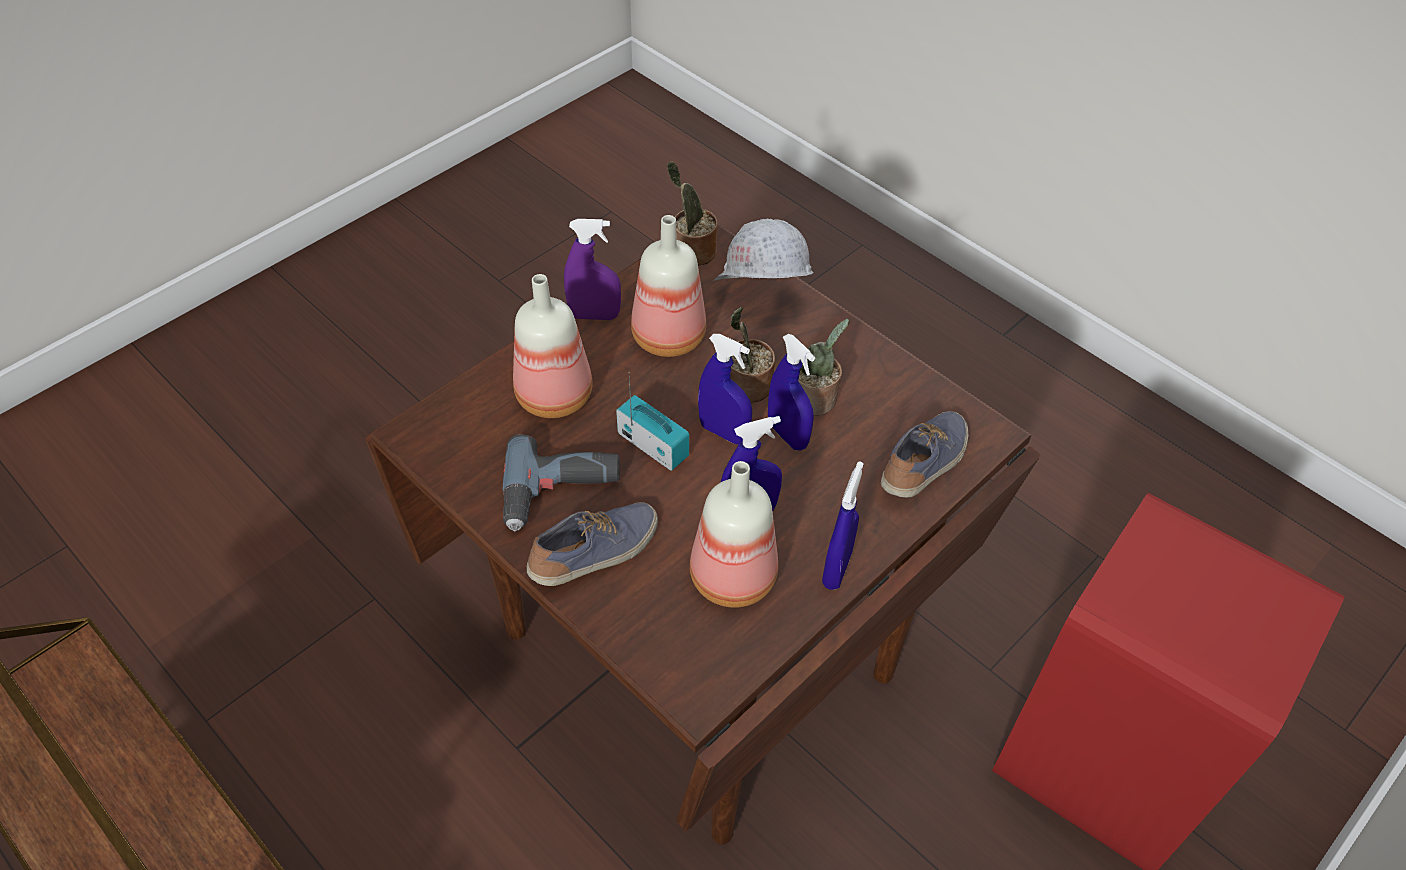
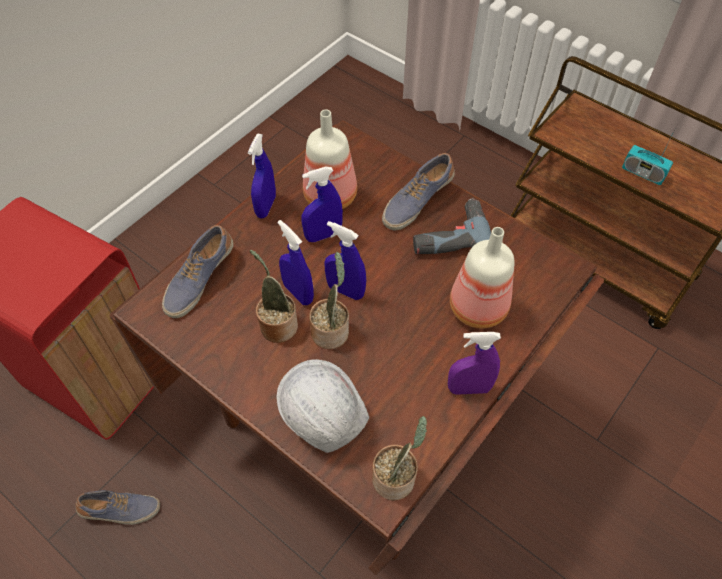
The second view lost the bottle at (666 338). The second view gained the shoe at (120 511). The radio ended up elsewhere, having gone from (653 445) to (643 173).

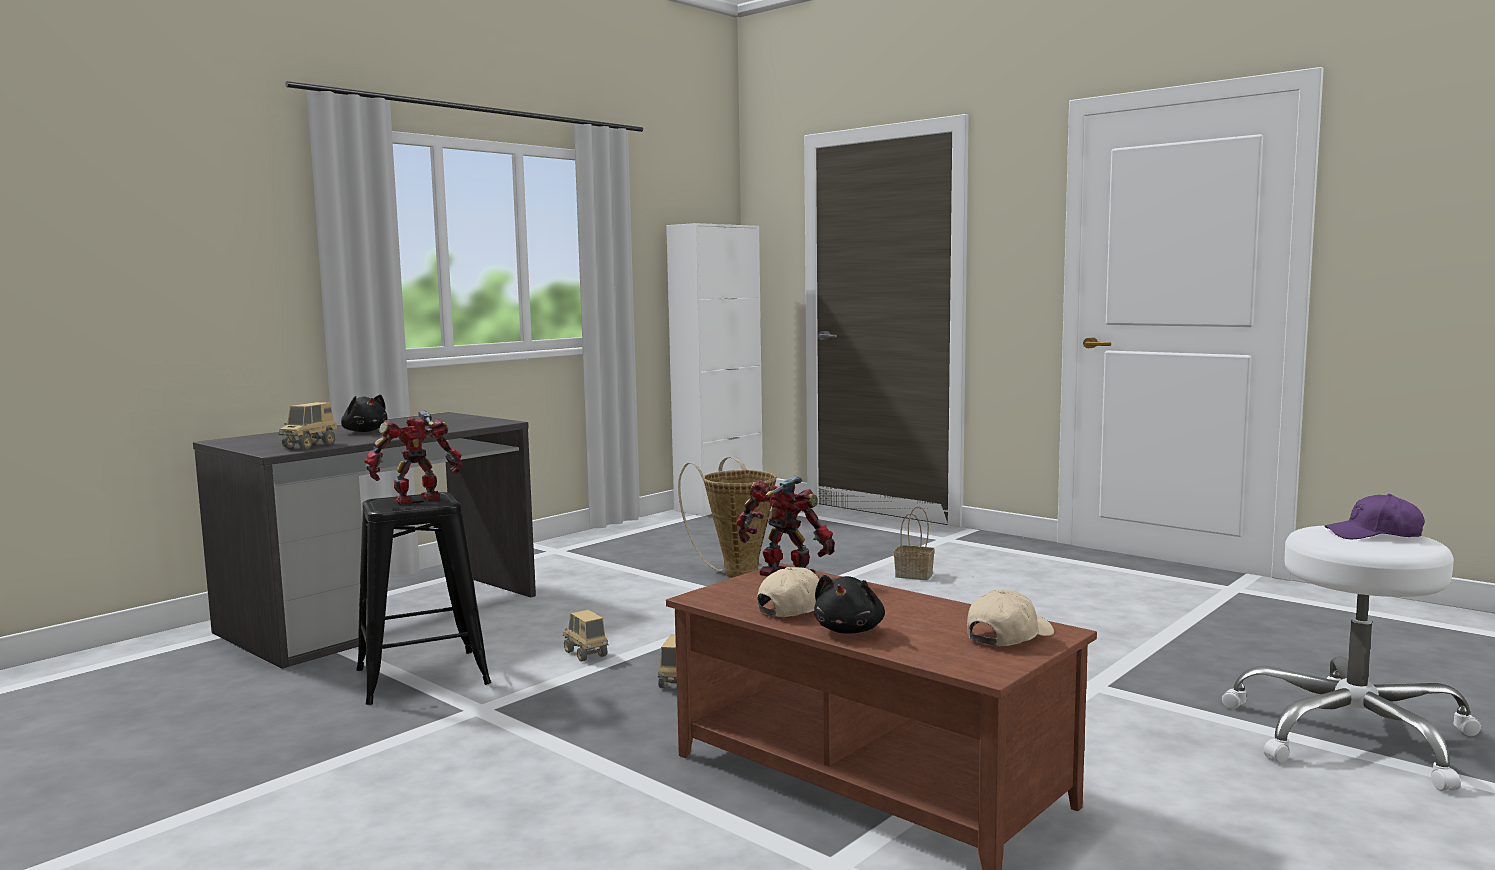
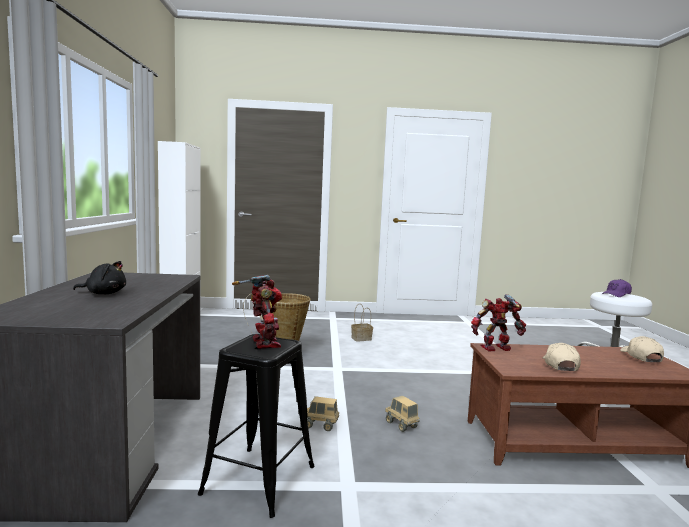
The second view lost the toy truck at (309 446). The second view lost the black plush toy at (850 630). The toy robot at (418 500) ended up facing another way, 150 degrees clockwise from before.

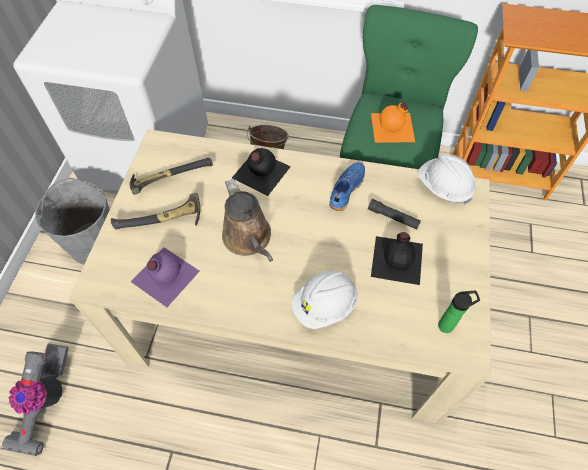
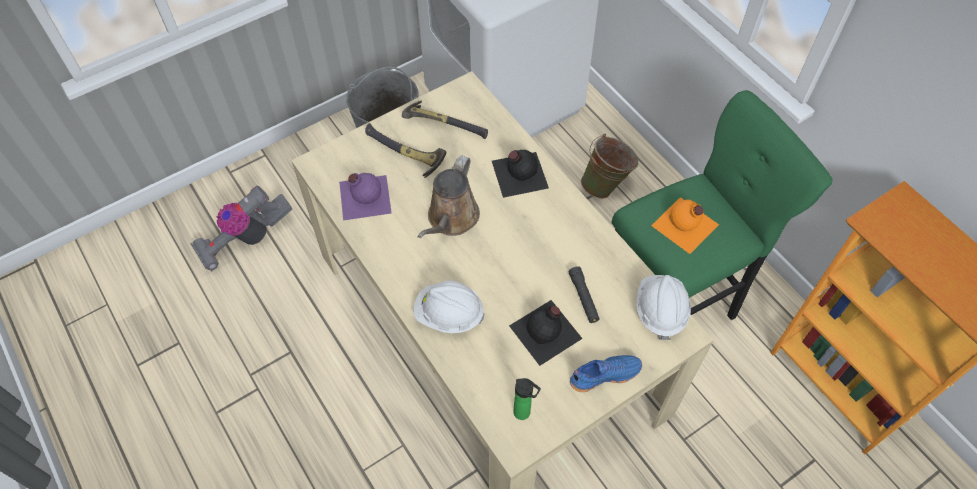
The blue shoe ended up elsewhere, having gone from (345 189) to (604 374).

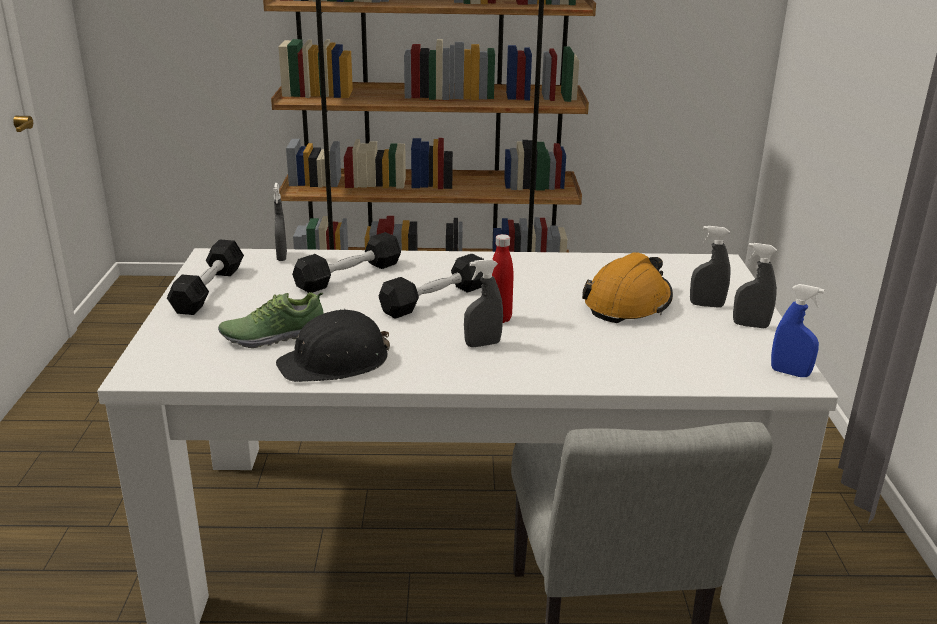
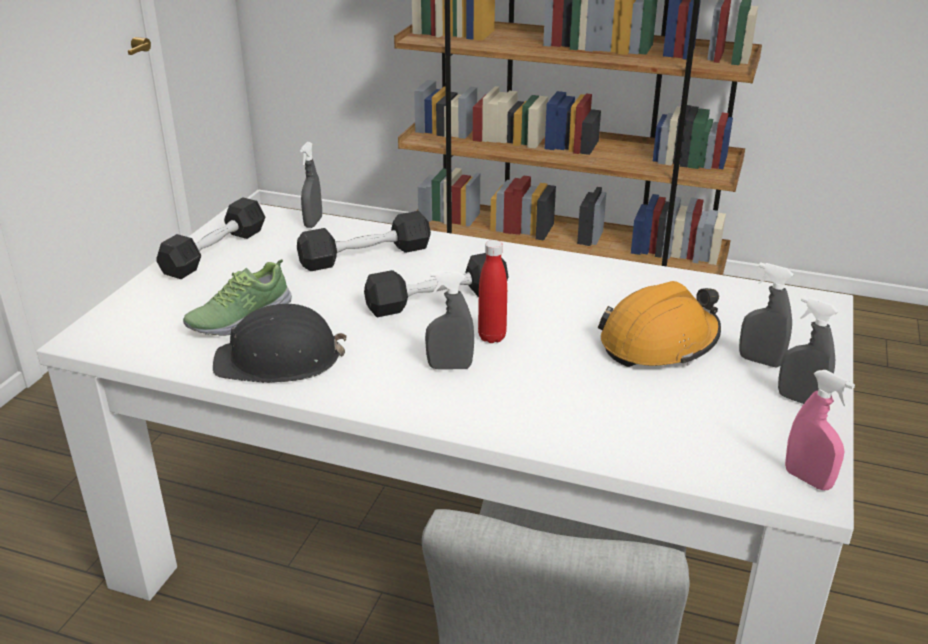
What was the blue spray bottle at (790 373) turned into the pink spray bottle at (807 479). The shoe at (273 336) ended up facing another way, 45 degrees counterclockwise from before.

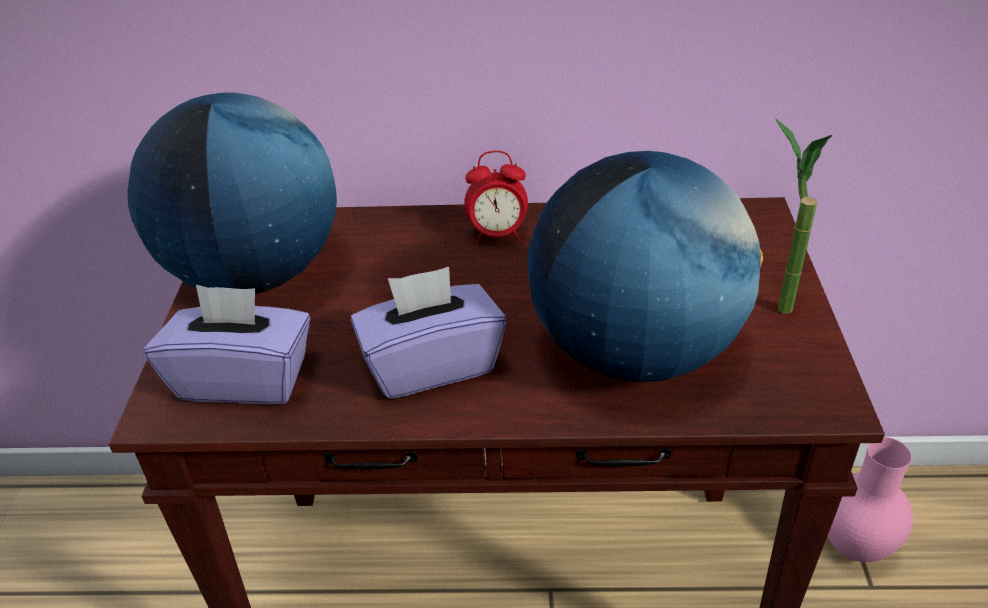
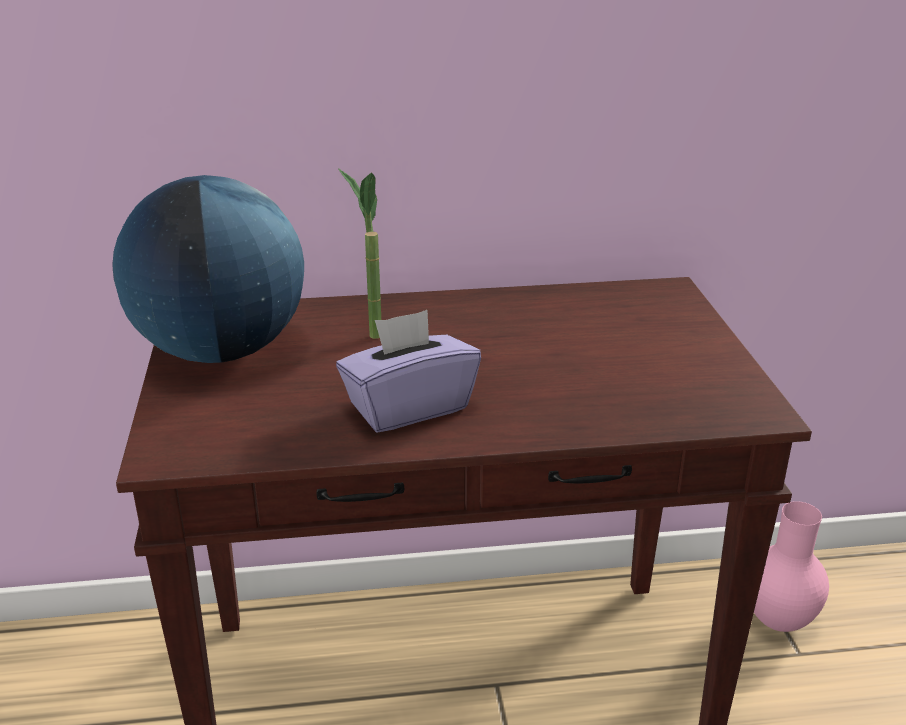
The second view lost the purple tissue box at (244 378). The second view lost the alarm clock at (497 235). The second view lost the globe at (634 351). The potted plant ended up elsewhere, having gone from (774 300) to (369 330).

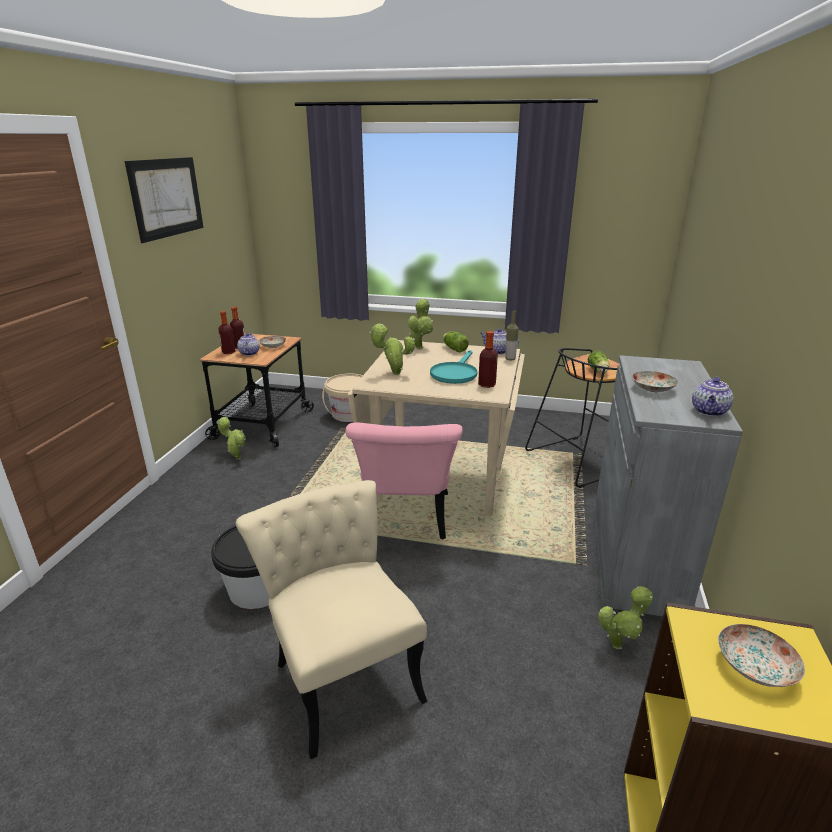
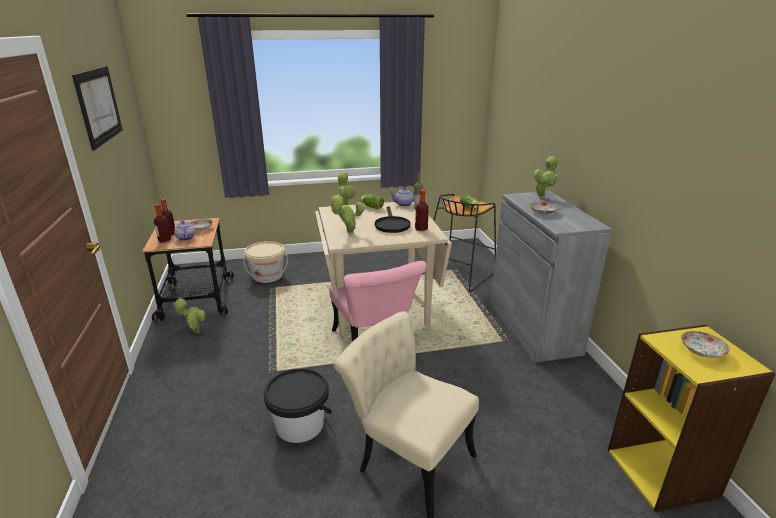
The second view lost the teapot at (709 411). The potted plant ended up elsewhere, having gone from (619 644) to (542 197). What was the turquoise frying pan at (455 373) turned into the black frying pan at (391 225).

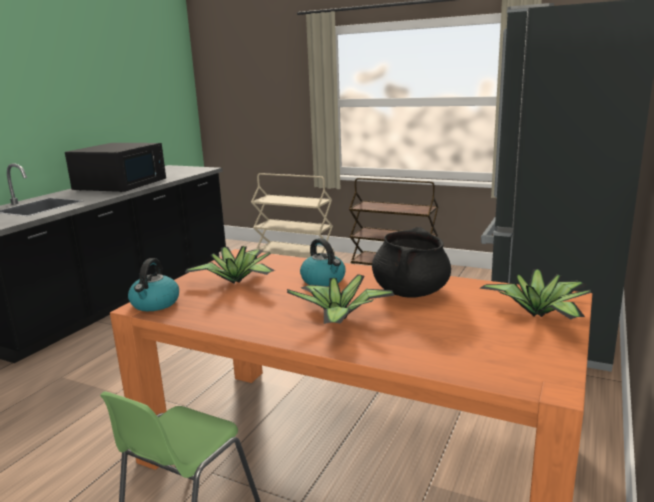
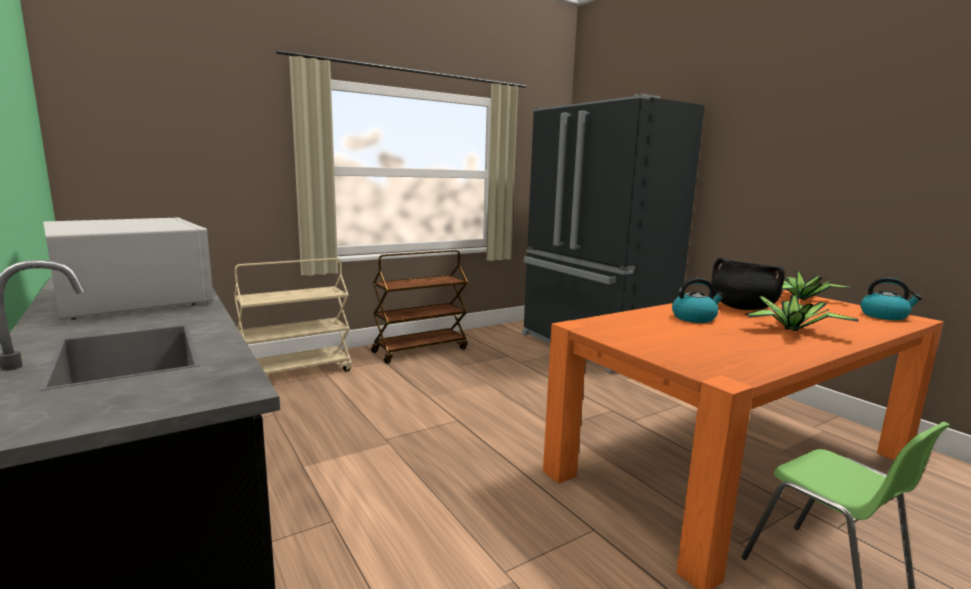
The second view lost the potted plant at (237 281). The kettle ended up elsewhere, having gone from (155 304) to (884 316). What was the black microwave at (121 185) turned into the white microwave at (133 298).

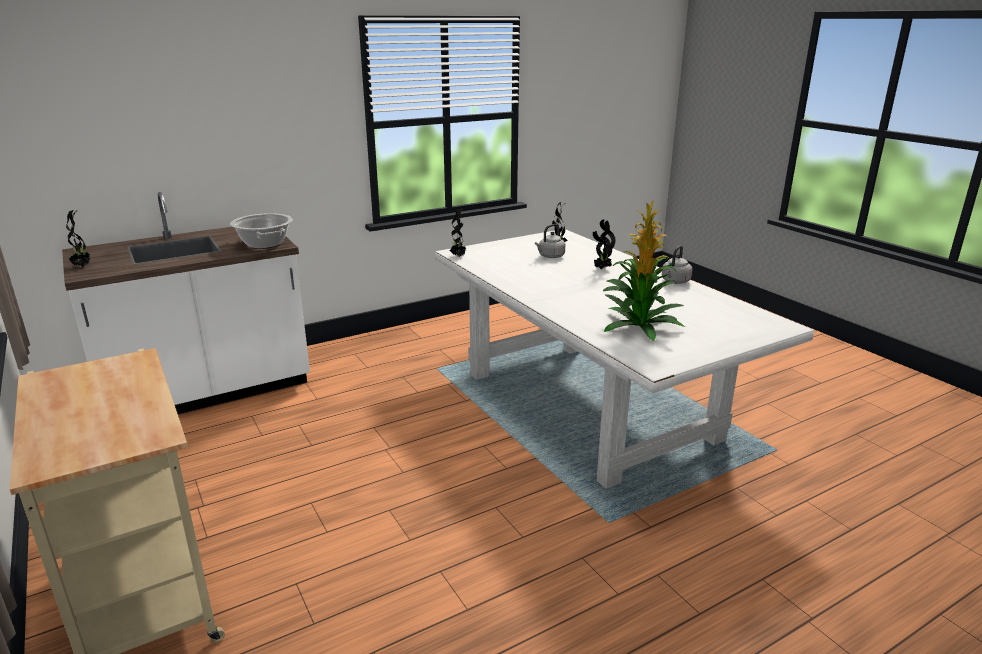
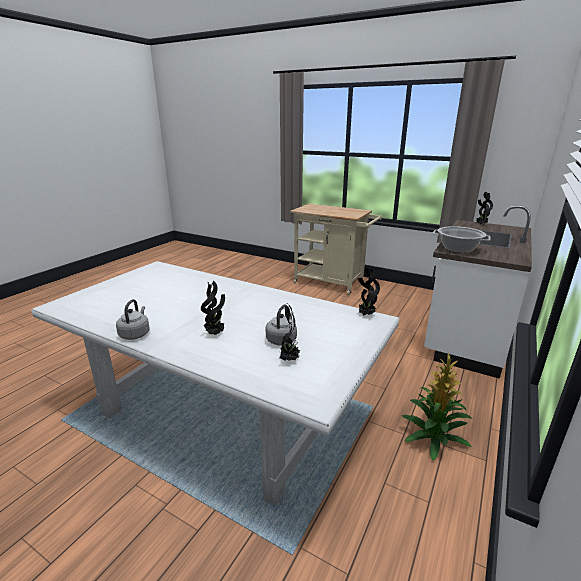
The potted plant ended up elsewhere, having gone from (639 326) to (432 436).

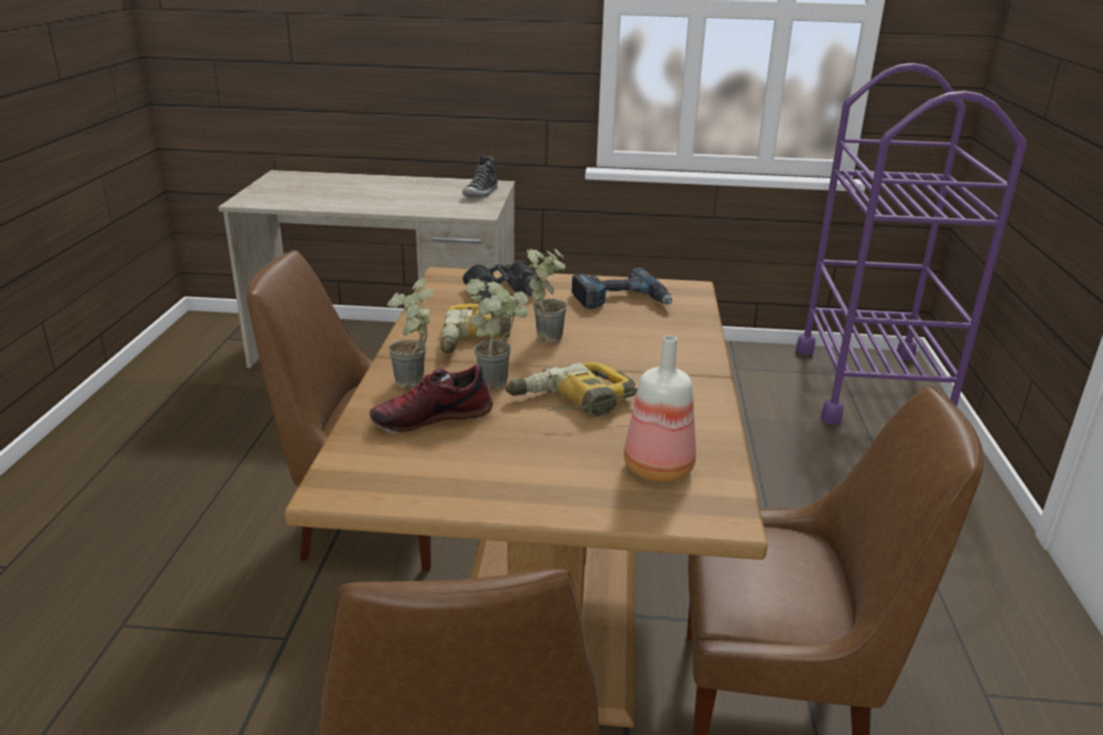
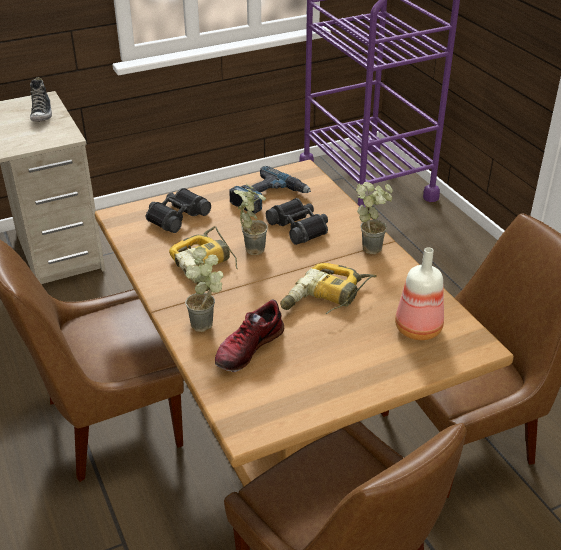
The second view gained the black binoculars at (299 227). The potted plant ended up elsewhere, having gone from (499 380) to (372 245).

